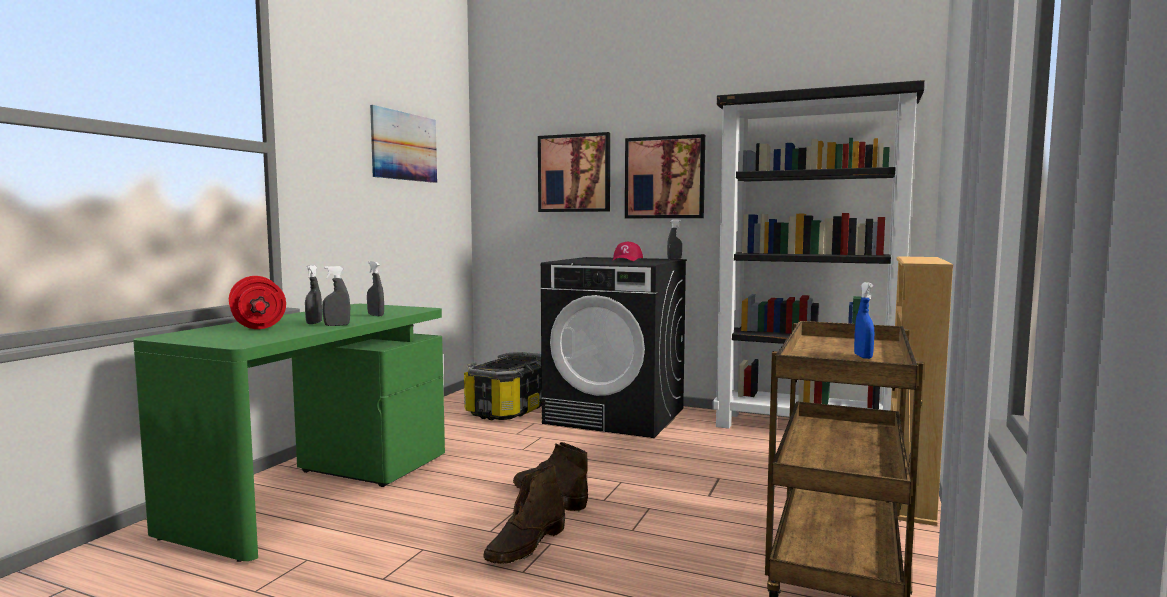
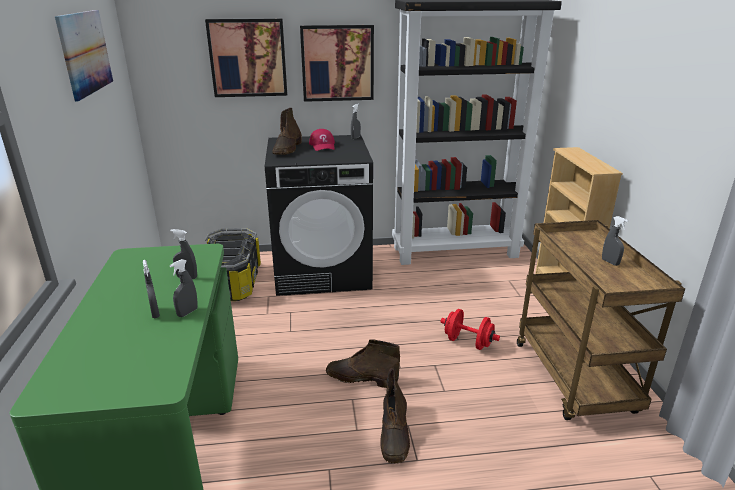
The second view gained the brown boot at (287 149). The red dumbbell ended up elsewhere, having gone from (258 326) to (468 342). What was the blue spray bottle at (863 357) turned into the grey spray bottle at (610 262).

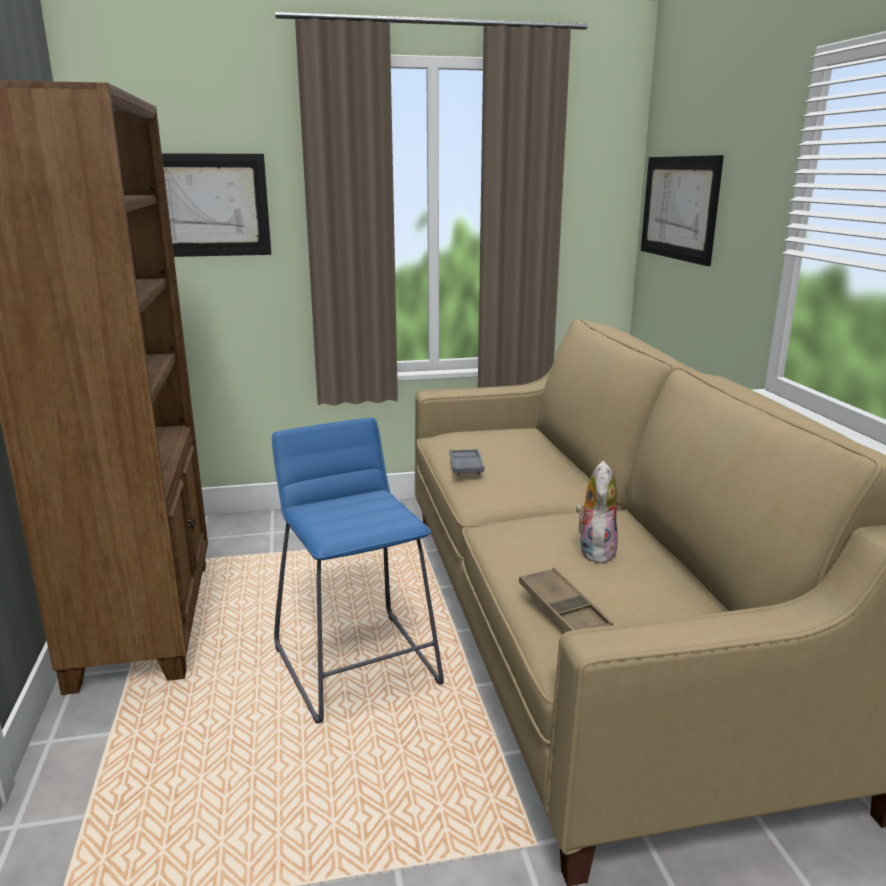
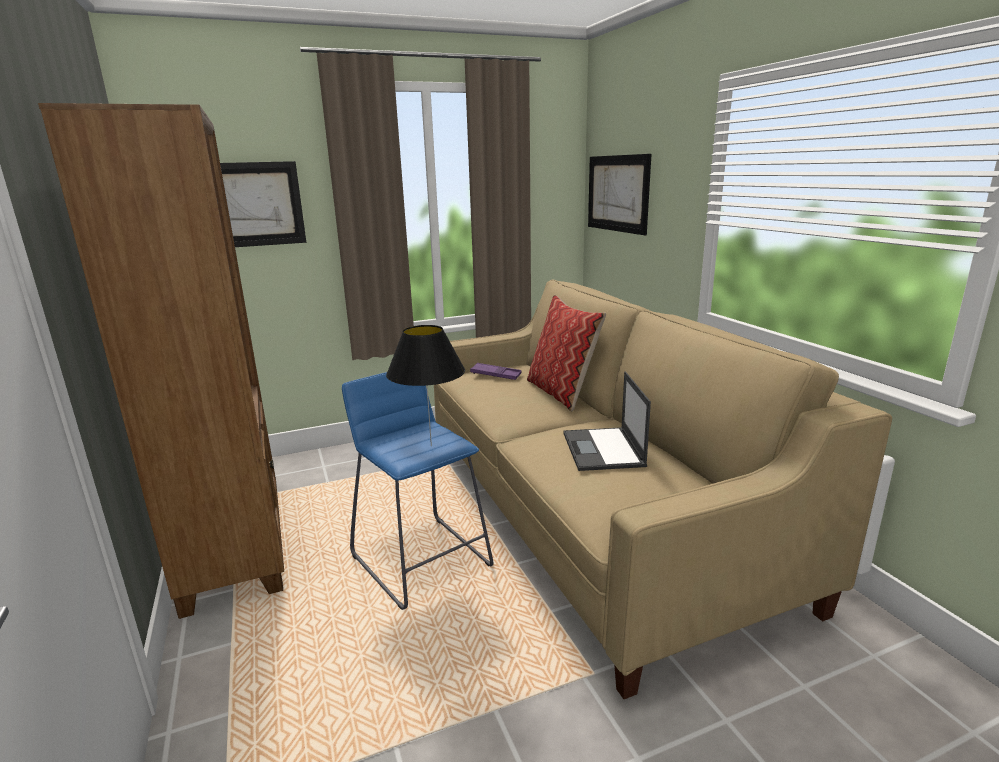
The second view lost the grey tray at (466 466). The second view lost the brown tray at (563 610). The second view gained the black table lamp at (430 446). The second view gained the purple tray at (496 375). The second view gained the pillow at (562 393). Where the plush toy stood at (594 550), the laptop came to stand at (603 450).

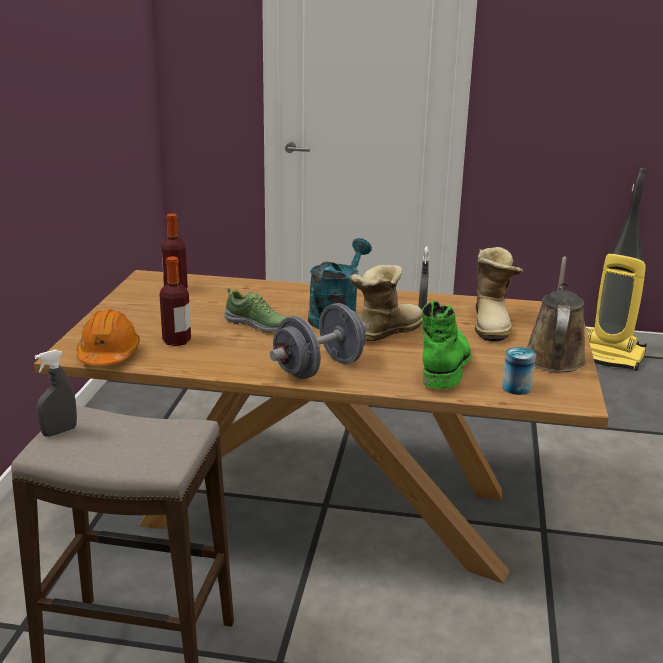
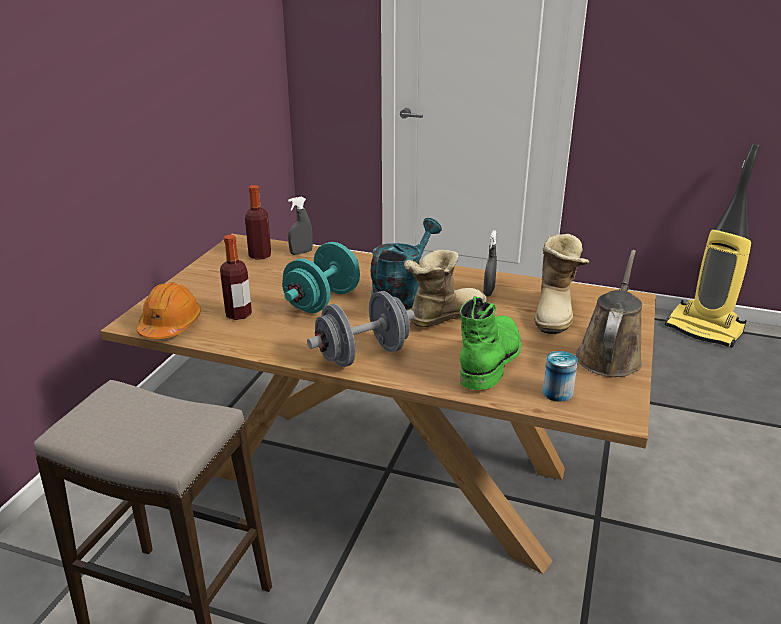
The grey spray bottle ended up elsewhere, having gone from (59 431) to (301 252). Where the shoe stood at (259 325), the turquoise dumbbell came to stand at (322 301).

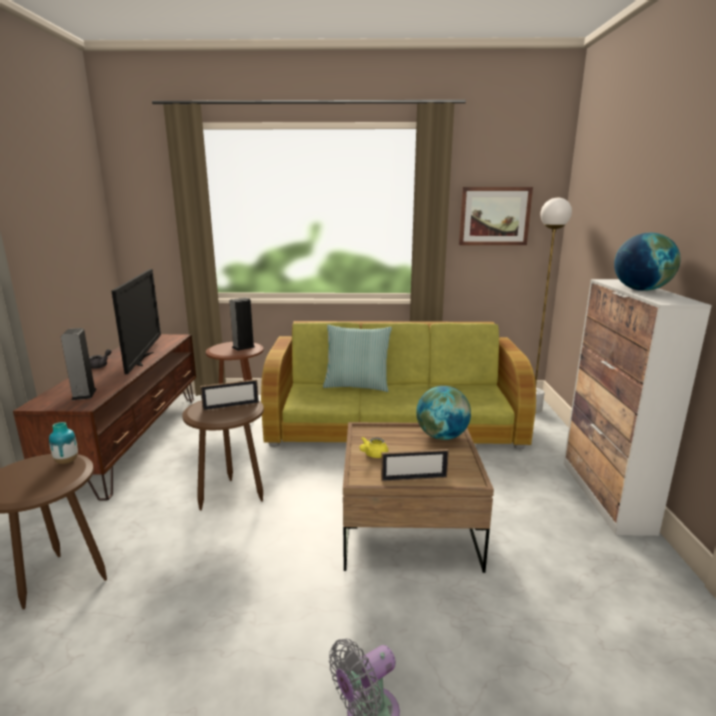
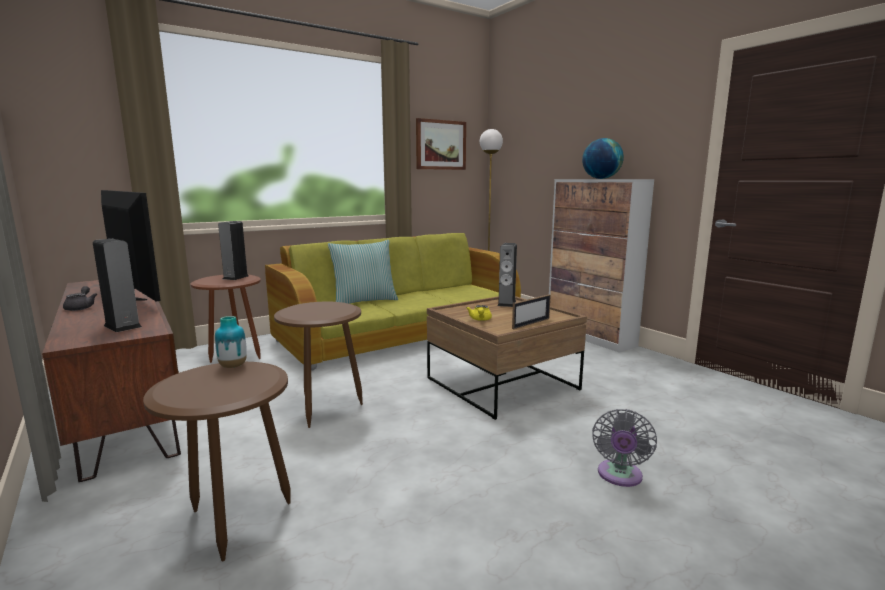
The second view lost the picture frame at (231 406). Where the globe stood at (442 436), the speaker came to stand at (506 303).

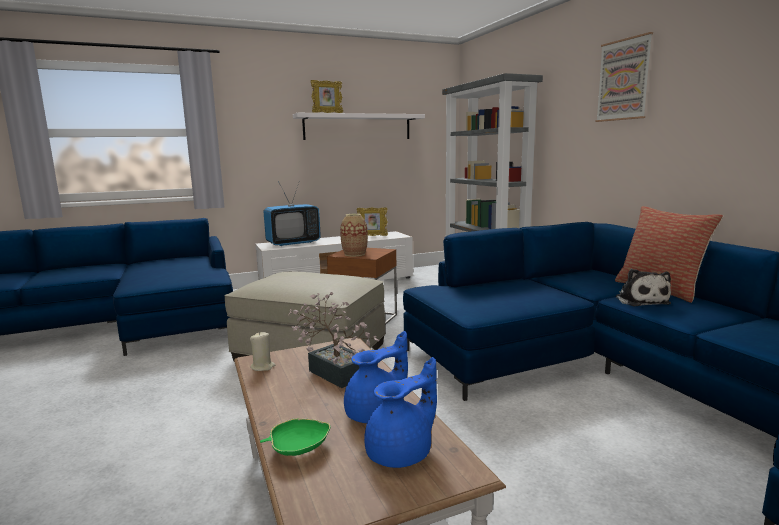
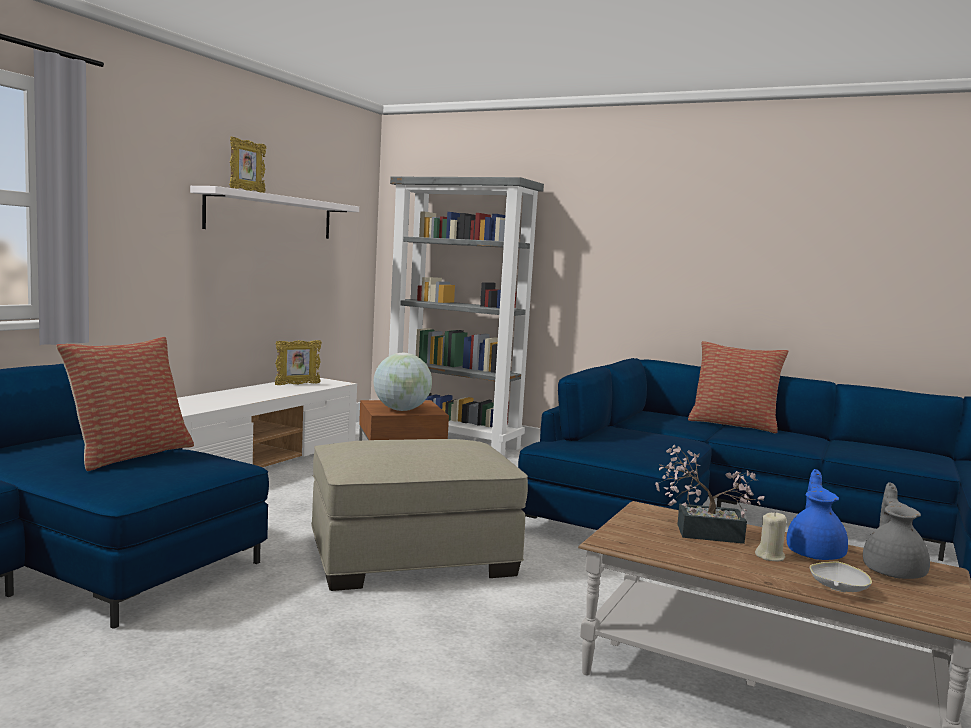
The second view lost the television at (293 243). The second view lost the picture at (623 80). The second view lost the plush toy at (640 300). The second view gained the pillow at (129 455). The beige candle ended up elsewhere, having gone from (263 367) to (770 557). Where the vase stood at (354 254), the globe came to stand at (401 410). What was the green bowl at (298 448) turned into the white bowl at (838 589). What was the blue teapot at (402 453) turned into the grey teapot at (893 571).

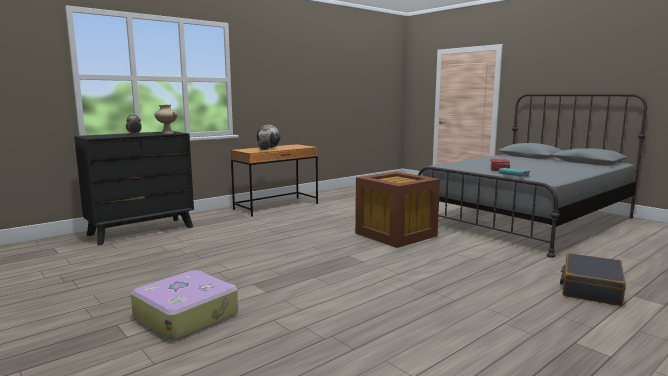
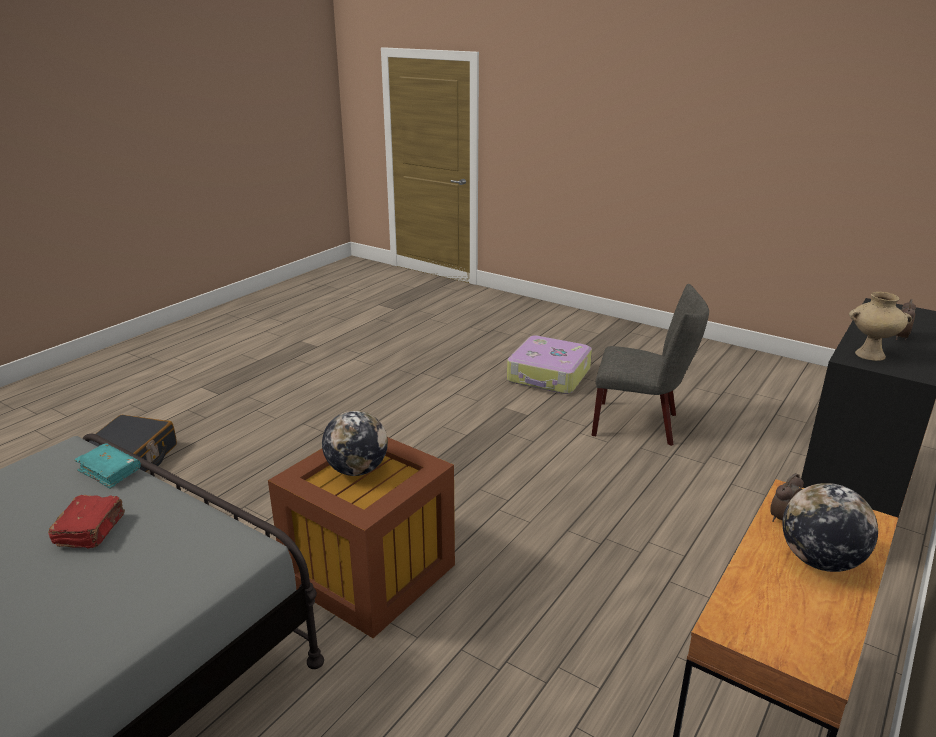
The second view gained the globe at (357 470). The second view gained the grey chair at (641 424).

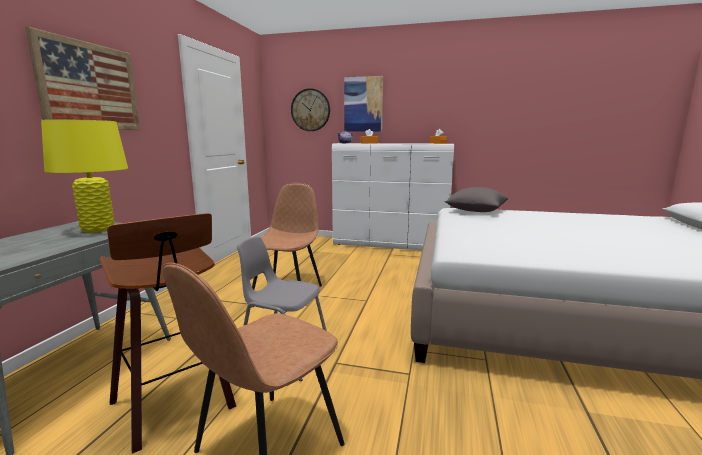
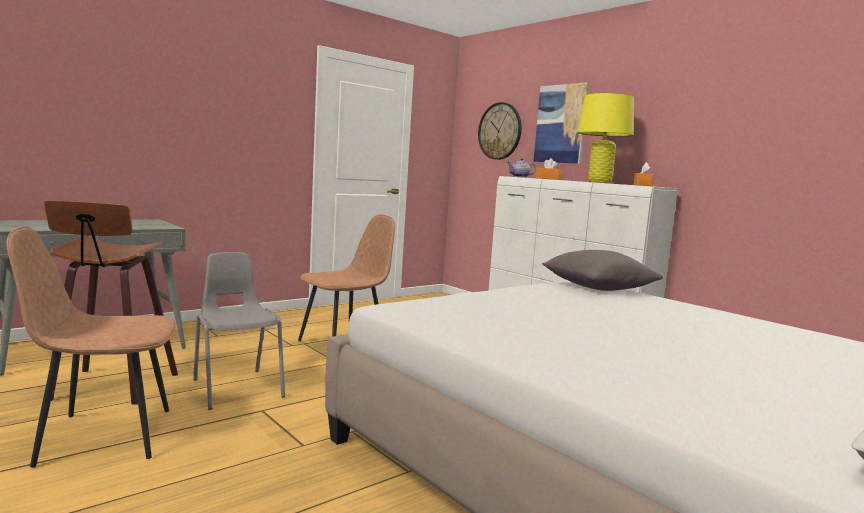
The second view lost the picture at (90 86). The yellow table lamp ended up elsewhere, having gone from (98 229) to (599 182).

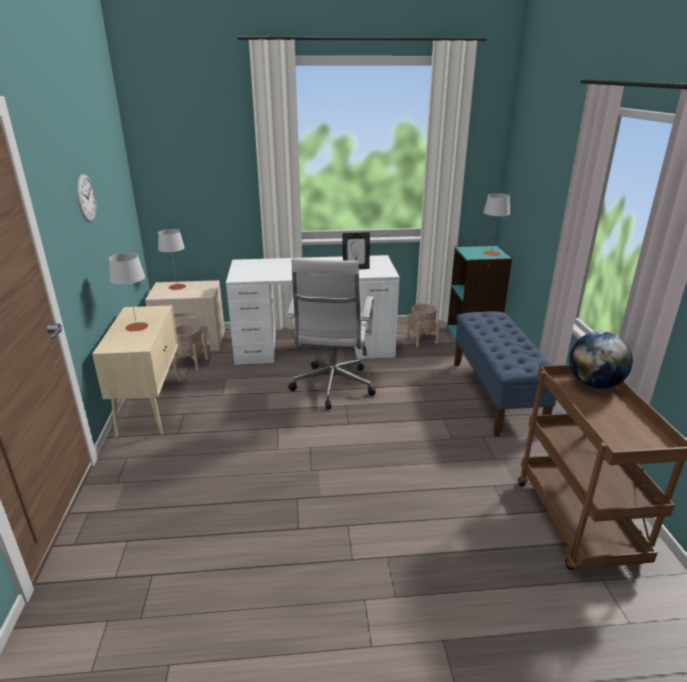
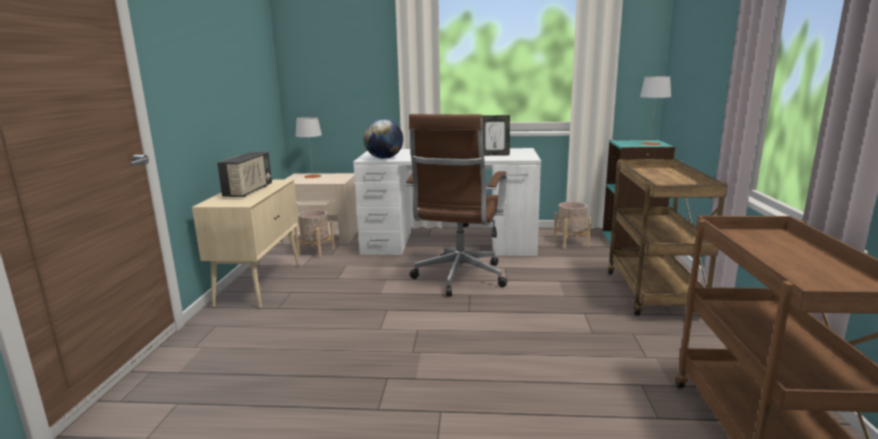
The second view lost the wall clock at (86 198). The globe ended up elsewhere, having gone from (594 384) to (384 158). Where the grey table lamp stood at (137 327), the radio came to stand at (249 191). Where the blue bench stood at (496 395), the brown cart came to stand at (654 295). What was the white office chair at (332 388) turned into the brown office chair at (459 278).

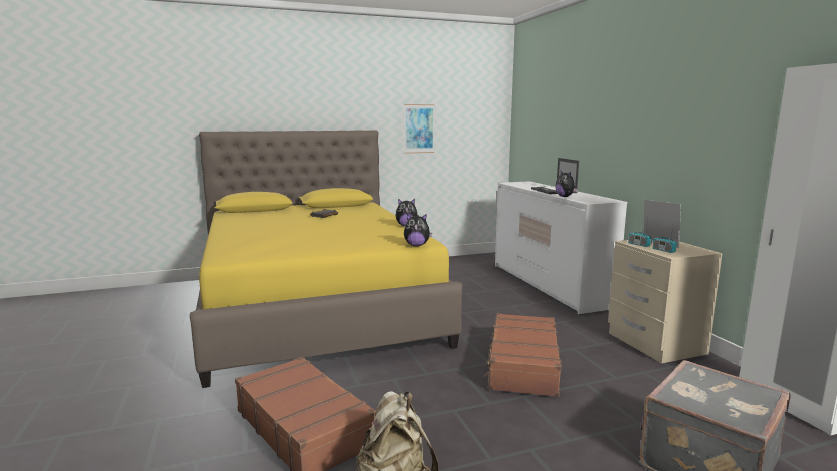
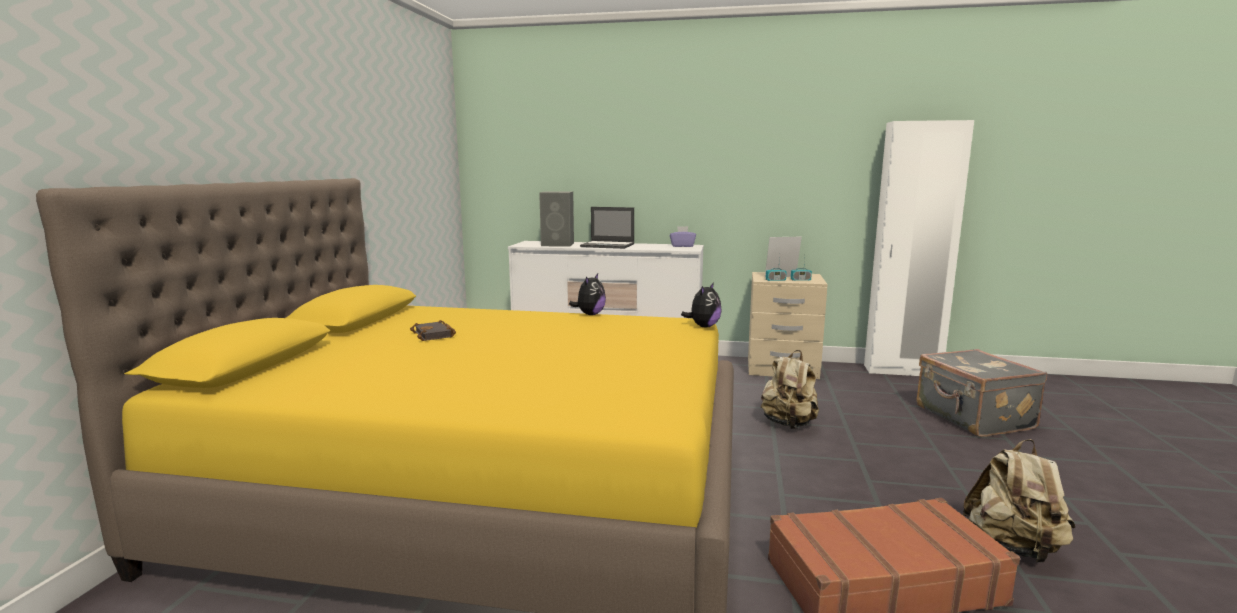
The second view lost the picture at (419 128). The second view lost the plush toy at (565 197). The second view gained the grey speaker at (558 244). The second view gained the purple tissue box at (682 246). Where the brown suitcase stood at (522 365), the beige backpack came to stand at (788 424).

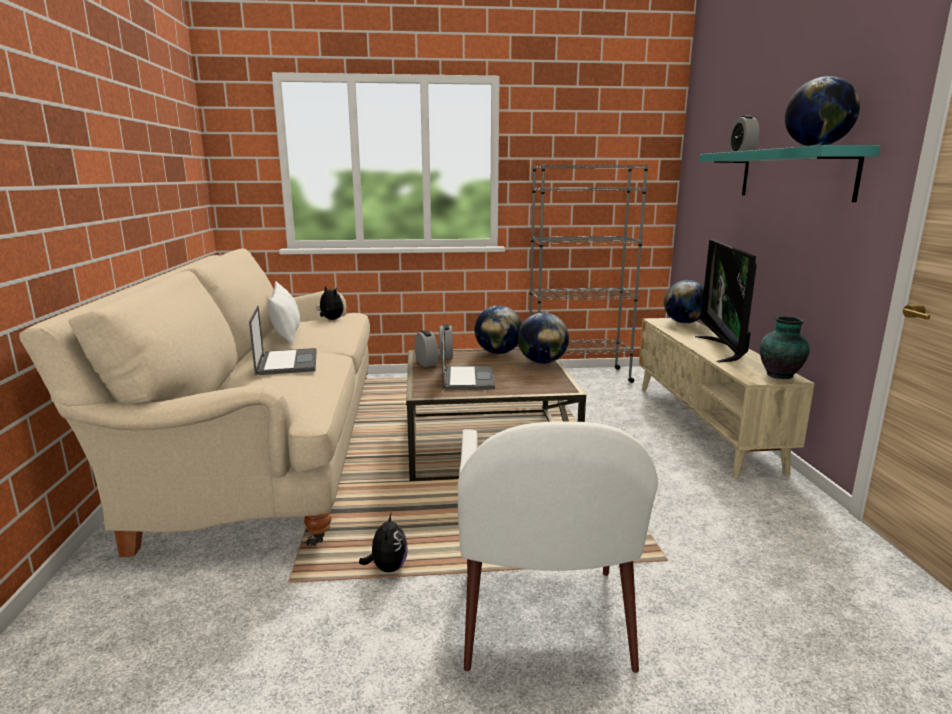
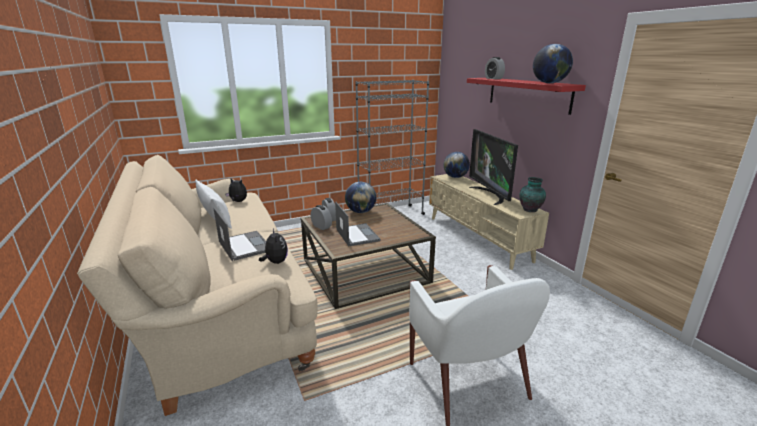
The second view lost the globe at (542 362). The plush toy ended up elsewhere, having gone from (387 568) to (275 262). What was the turquoise shelf at (794 174) turned into the red shelf at (528 94).

